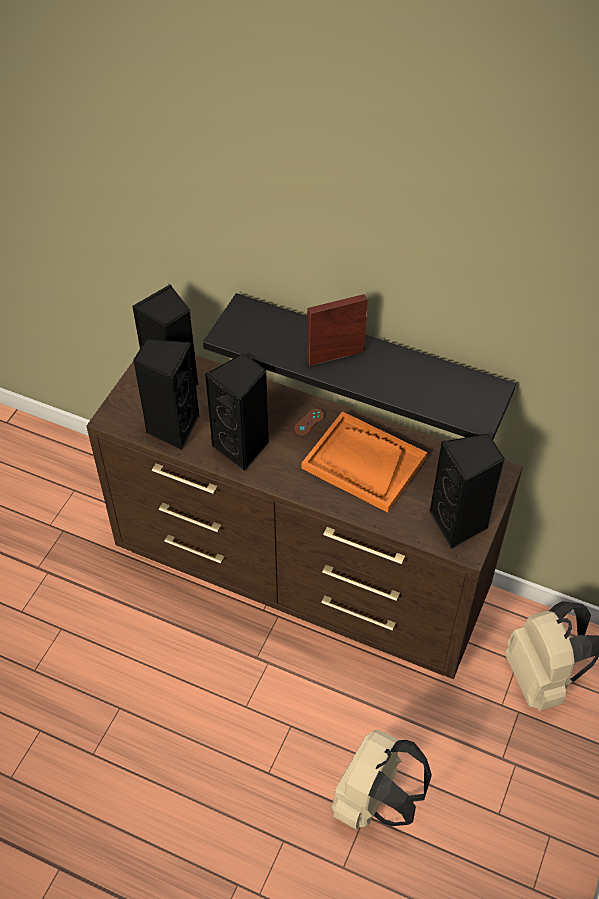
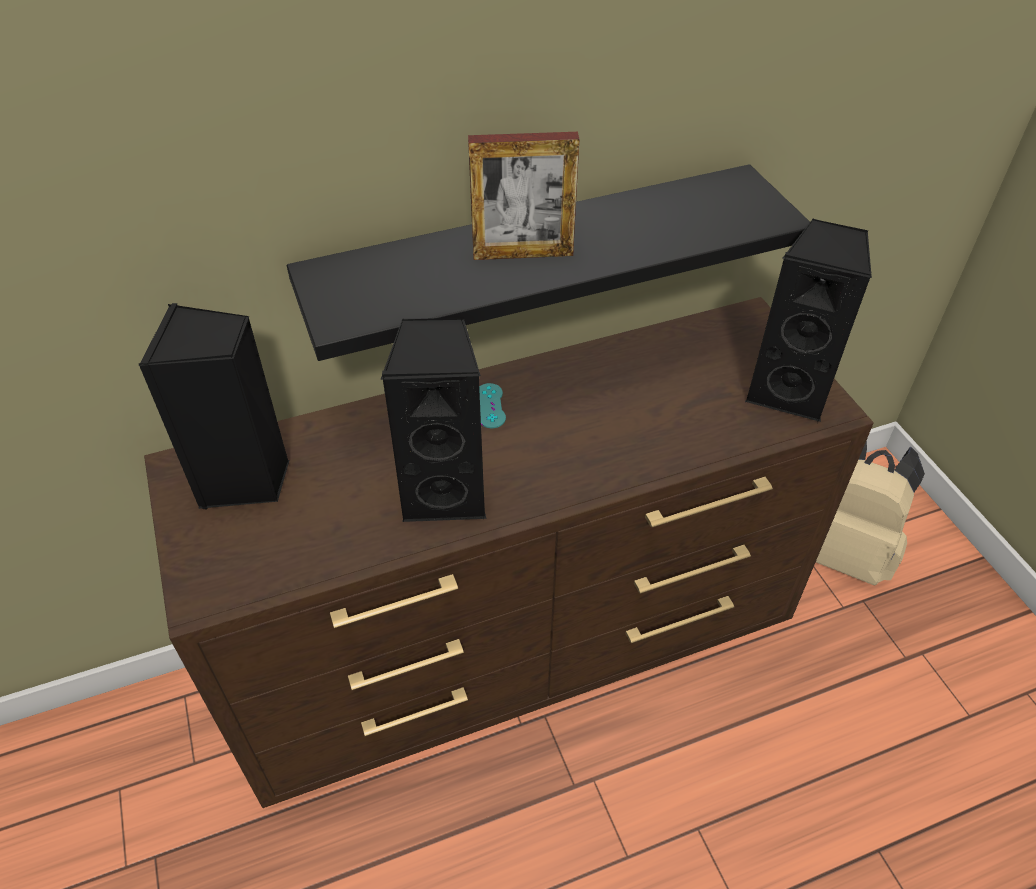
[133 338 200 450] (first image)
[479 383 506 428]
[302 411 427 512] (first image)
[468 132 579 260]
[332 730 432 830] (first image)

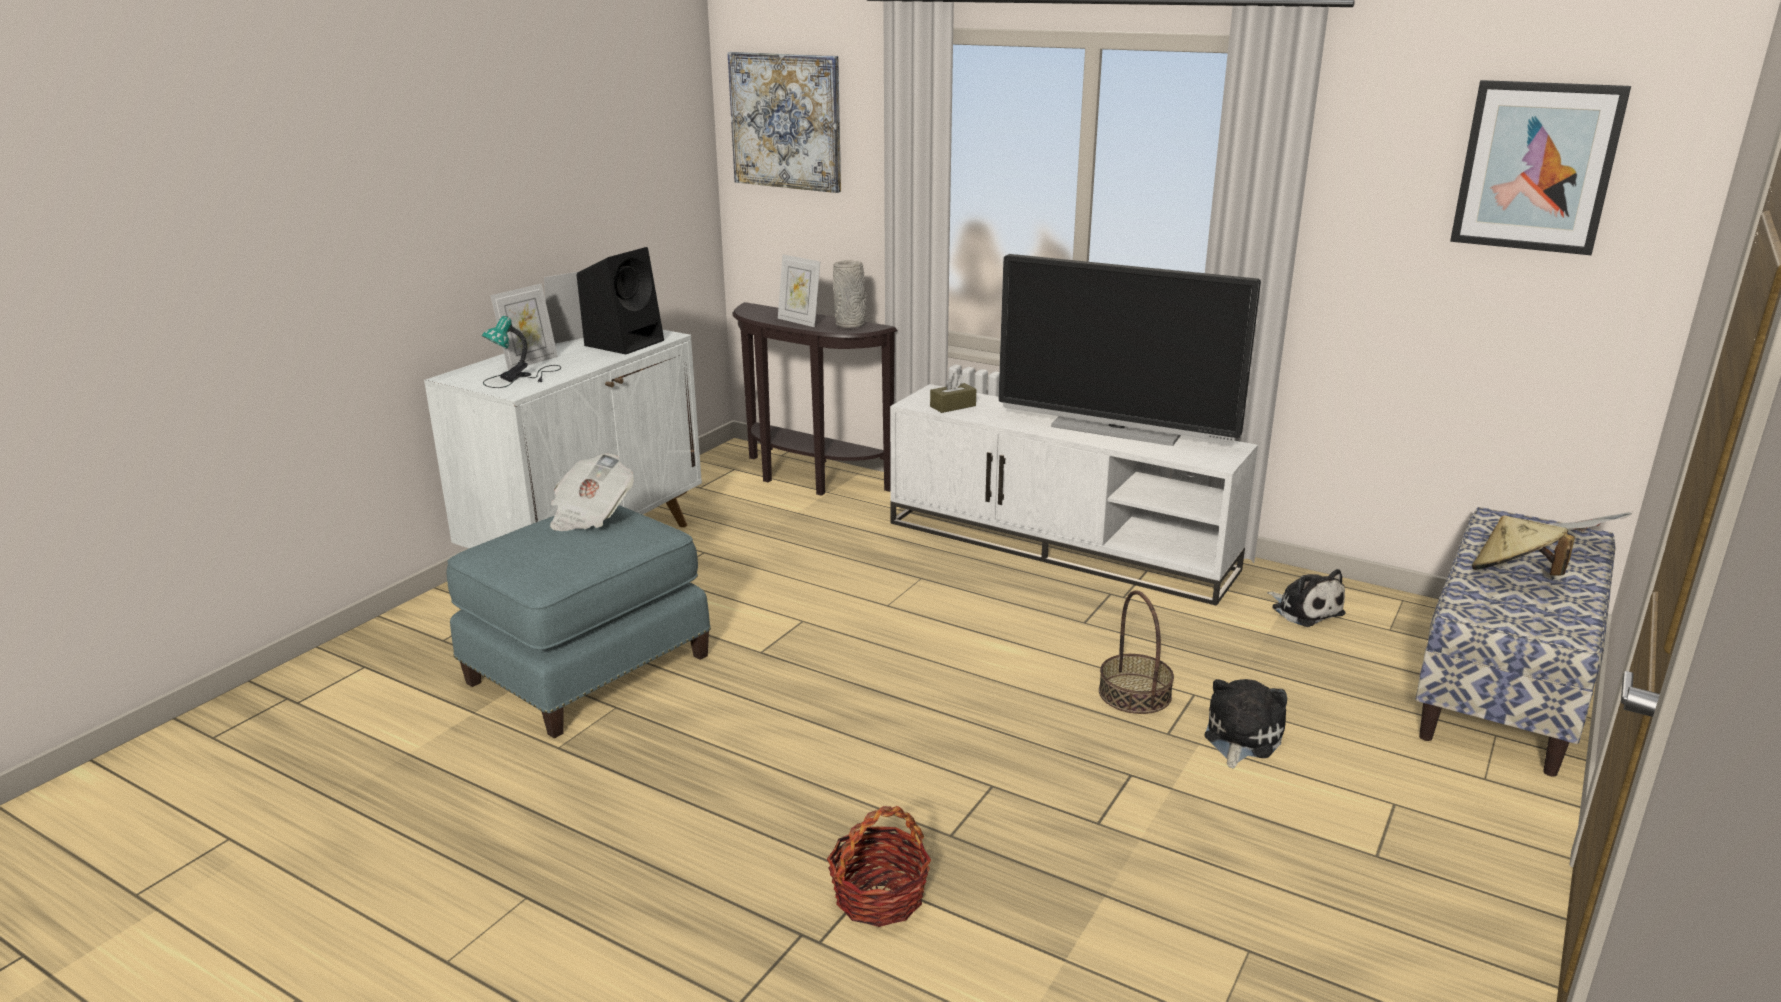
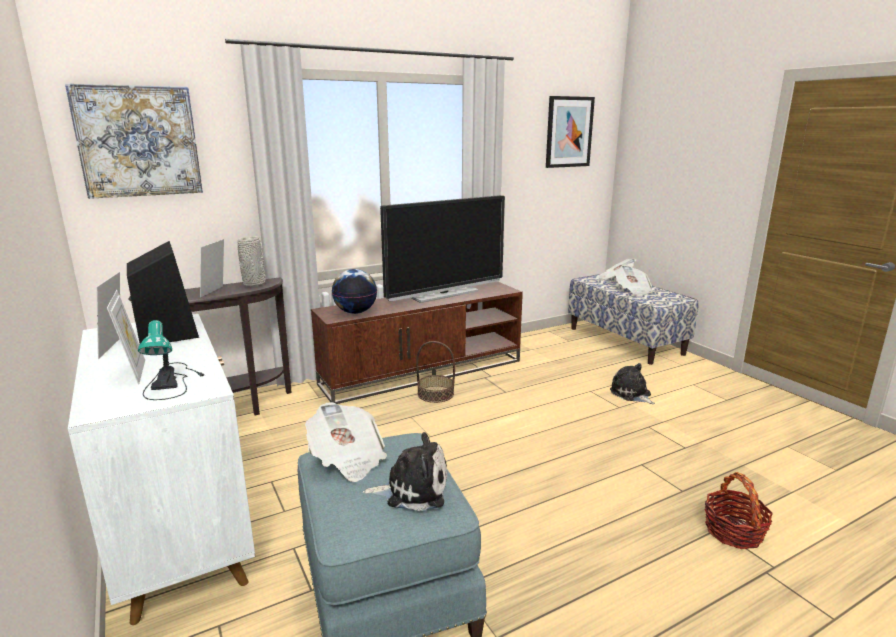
[200 239 224 298]
[311 281 523 404]
[332 269 377 314]
[416 341 455 403]
[363 432 447 511]
[615 265 653 297]

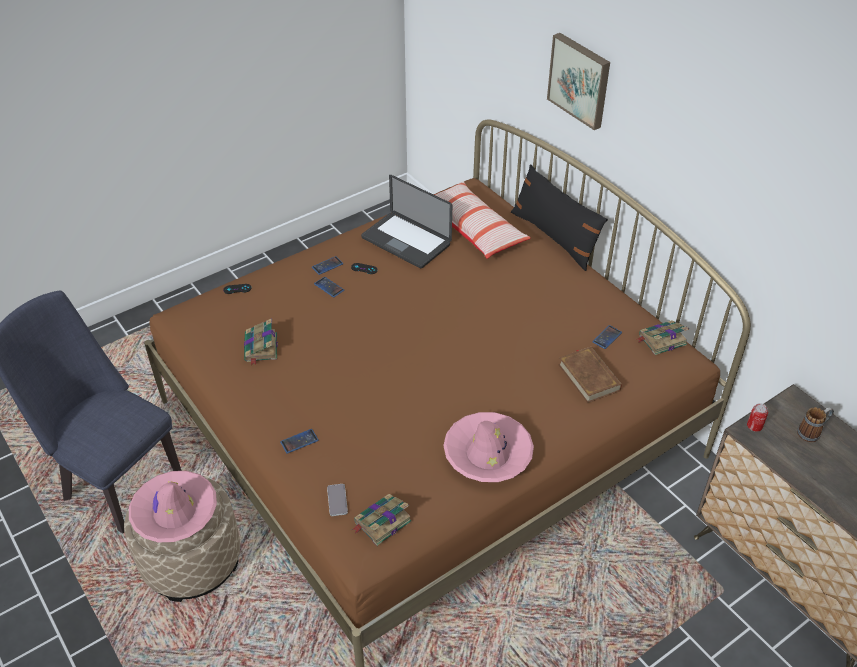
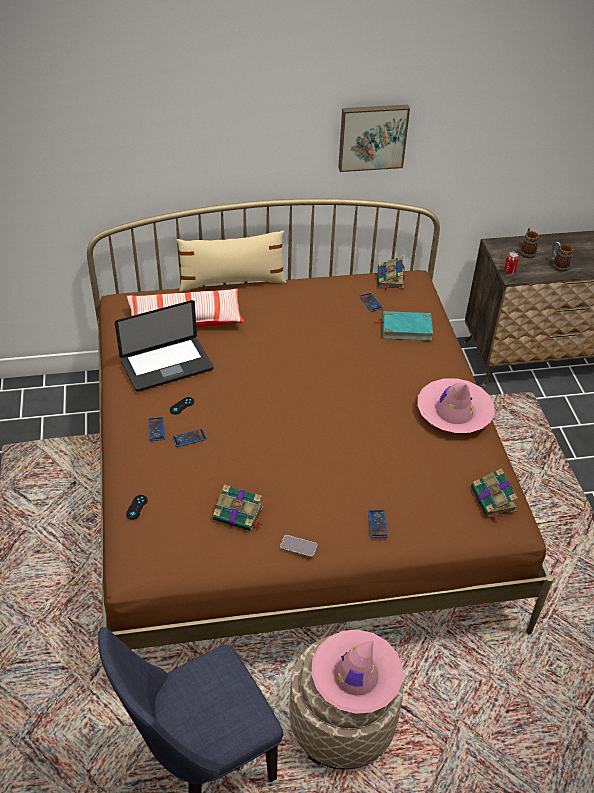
[280 535 317 557]
[176 230 287 292]
[338 105 410 172]
[375 311 433 341]
[552 241 573 272]

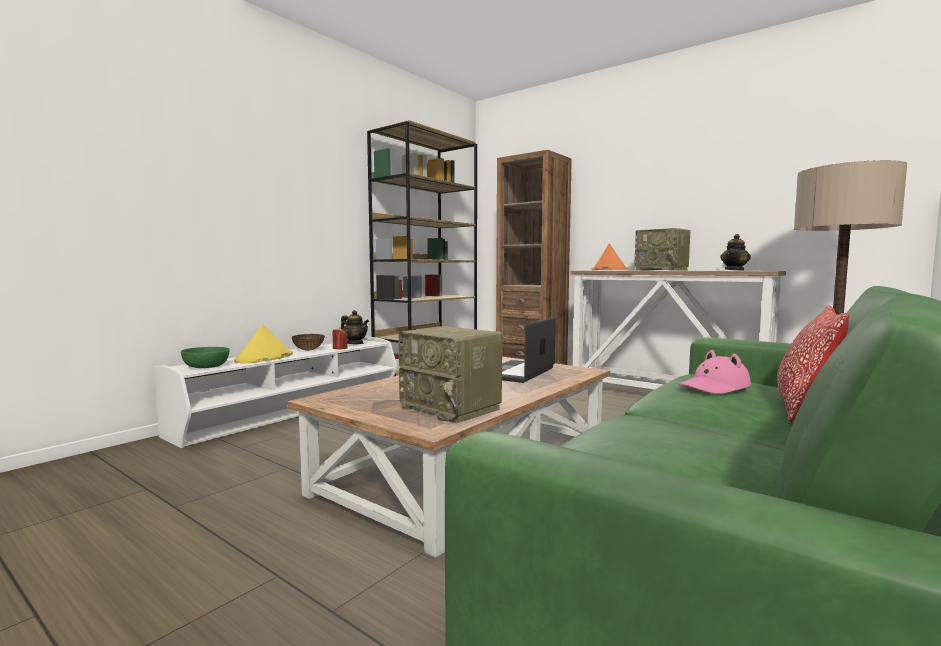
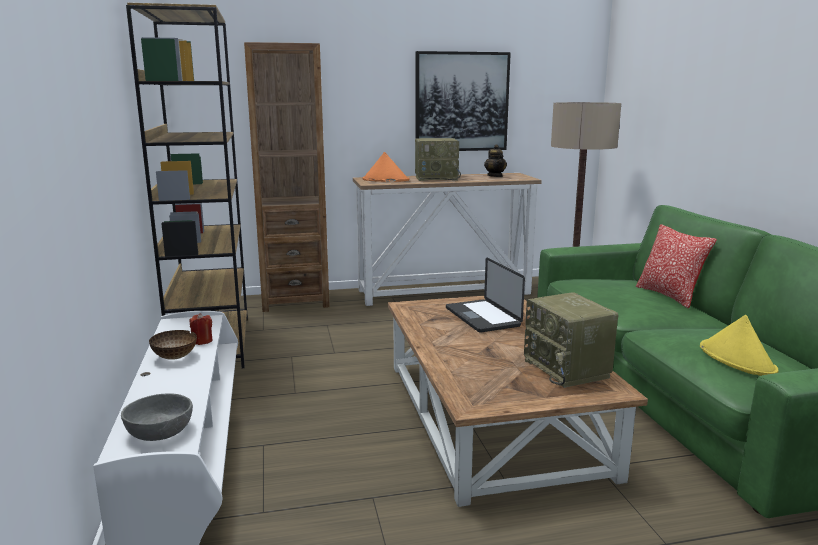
[121 393 193 441]
[700 315 778 376]
[341 310 369 344] (first image)
[524 292 618 388]
[679 350 751 394] (first image)
[415 51 511 151]

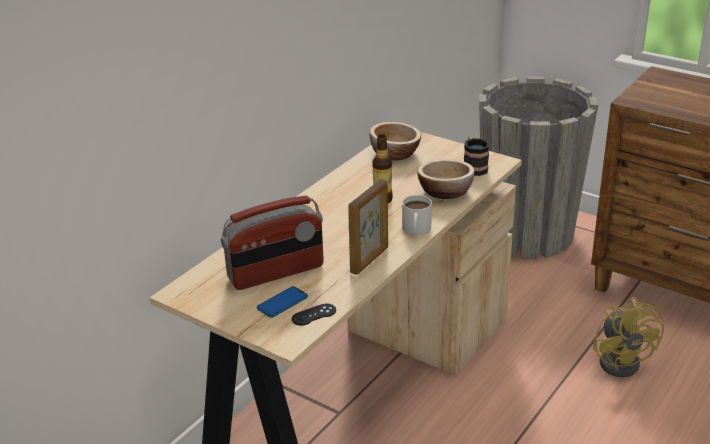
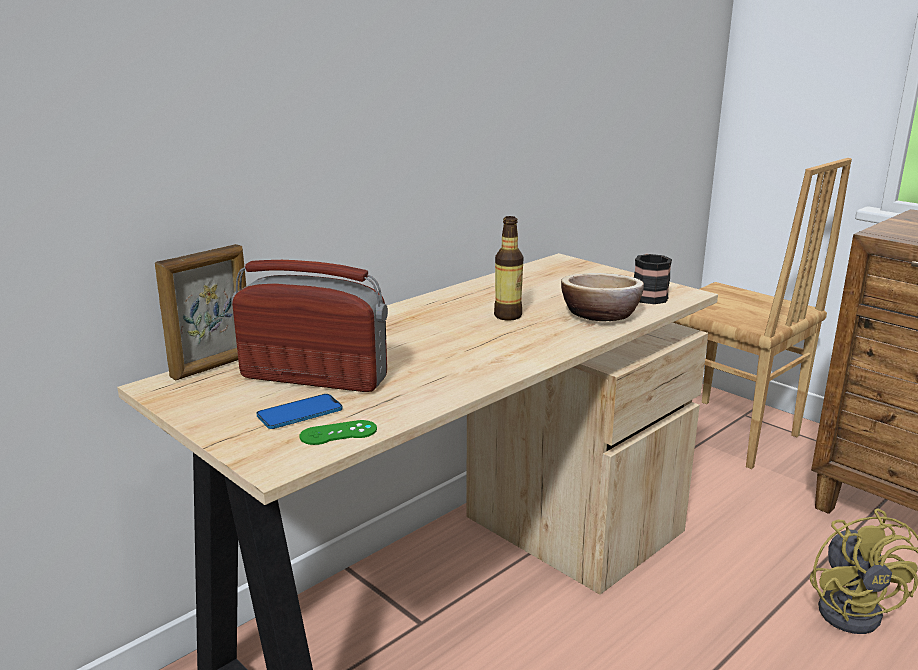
[232 260 388 392]
[299 420 377 445]
[155 244 246 381]
[370 122 421 160] (first image)
[402 195 432 235] (first image)
[673 158 852 469]

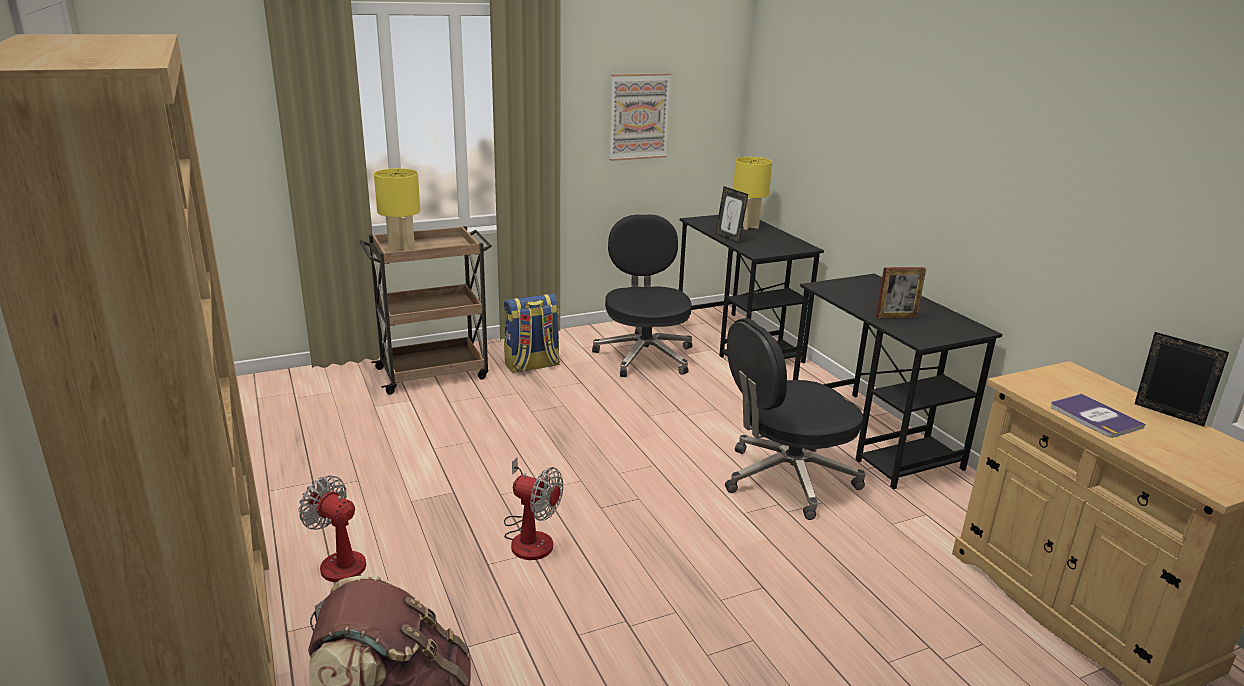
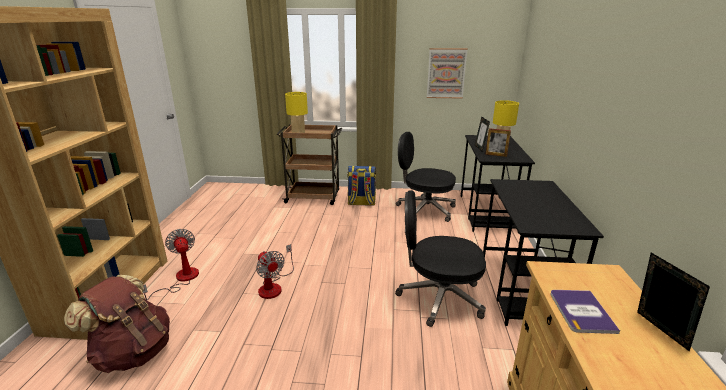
[396 132 456 222]
[486 128 511 157]

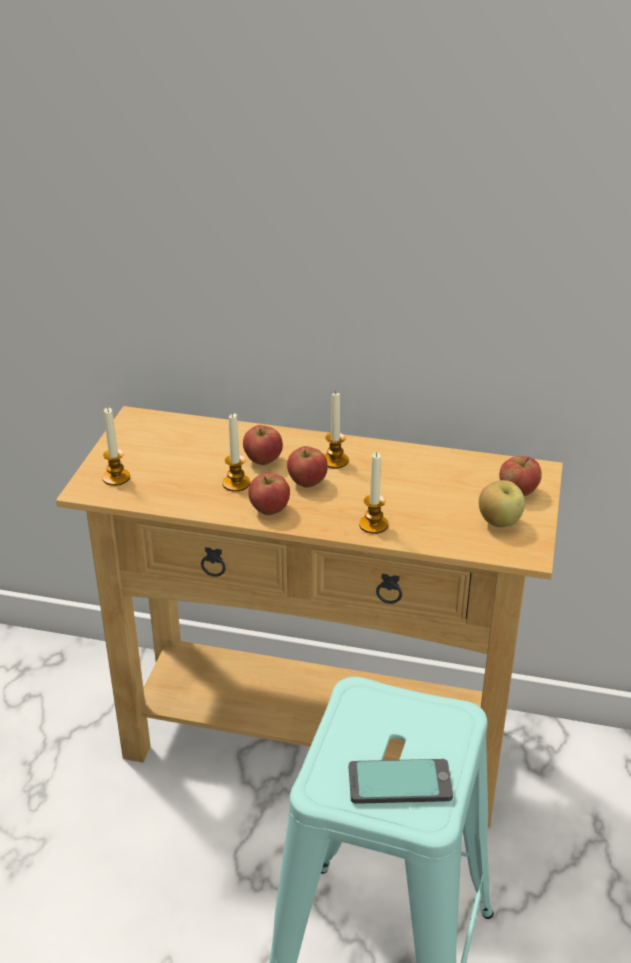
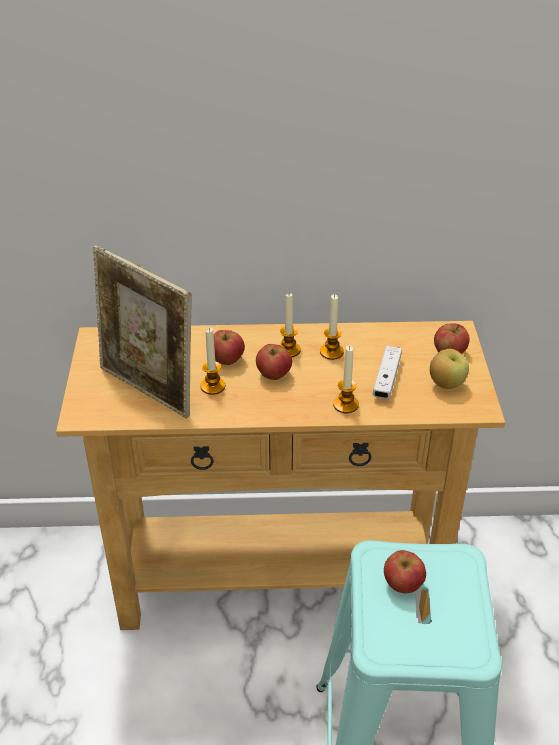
[320 294 344 360]
[384 550 426 593]
[349 759 453 804] (first image)
[93 245 192 418]
[373 346 402 399]

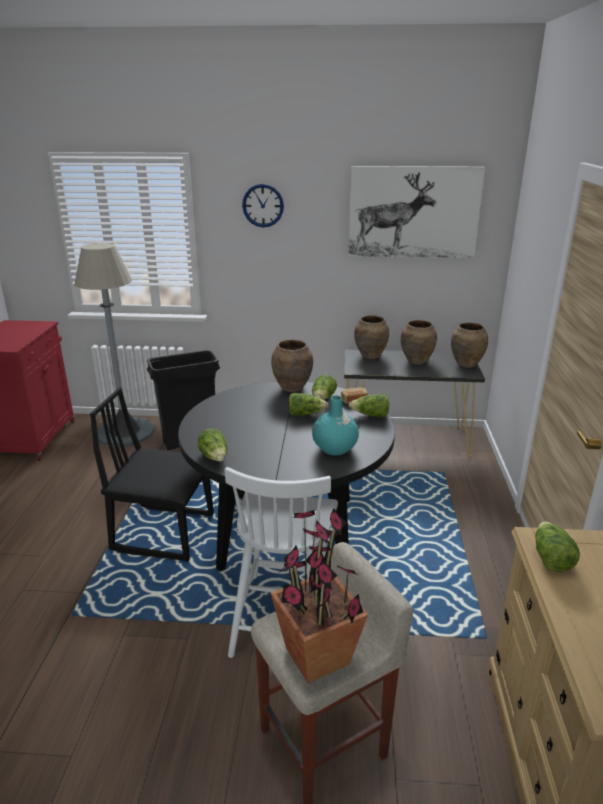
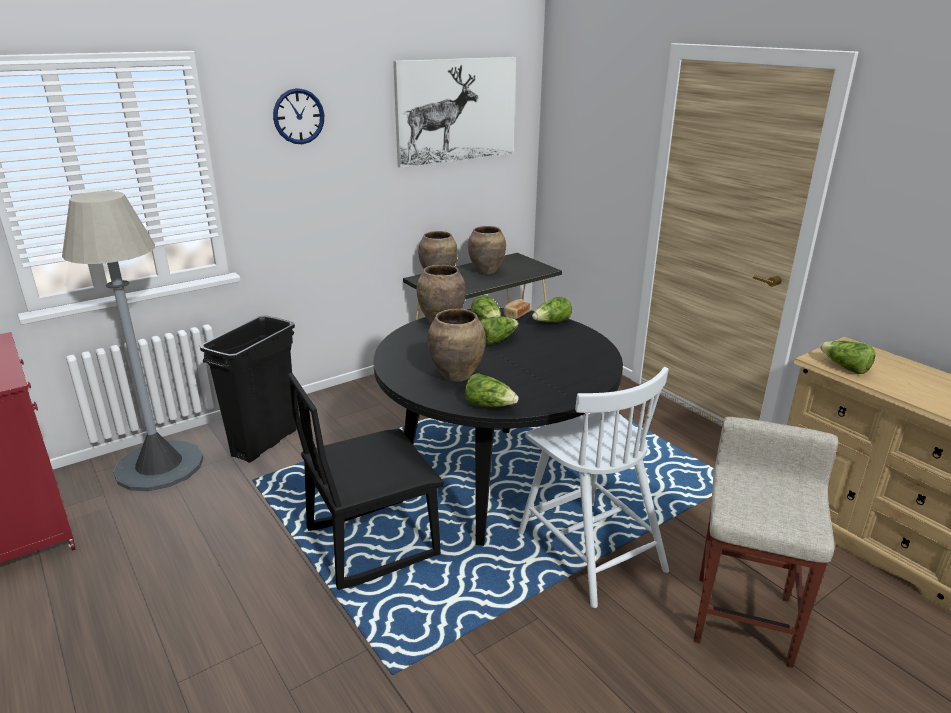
[271 509 368 683] (first image)
[312 396 359 456] (first image)
[427 309 486 382]

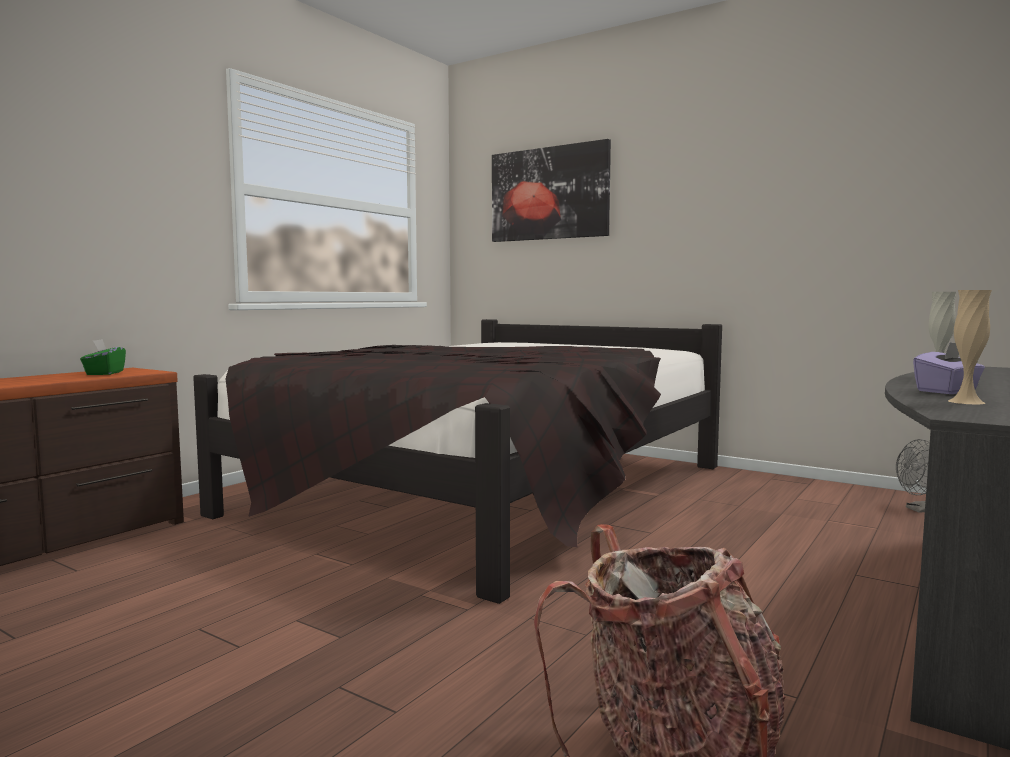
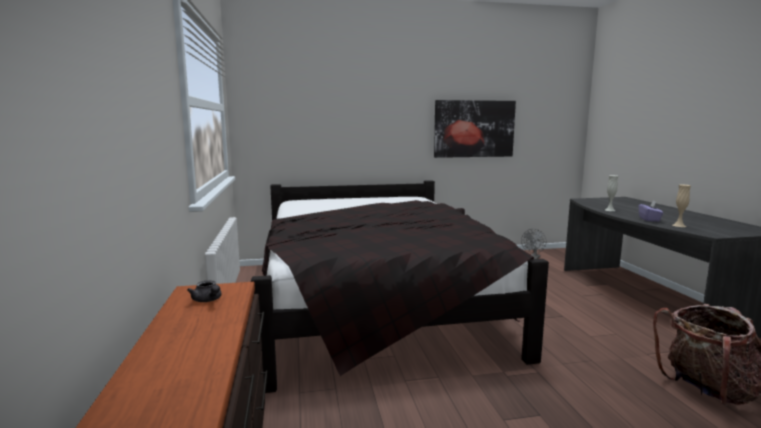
[187 280 221 302]
[434 100 516 158]

